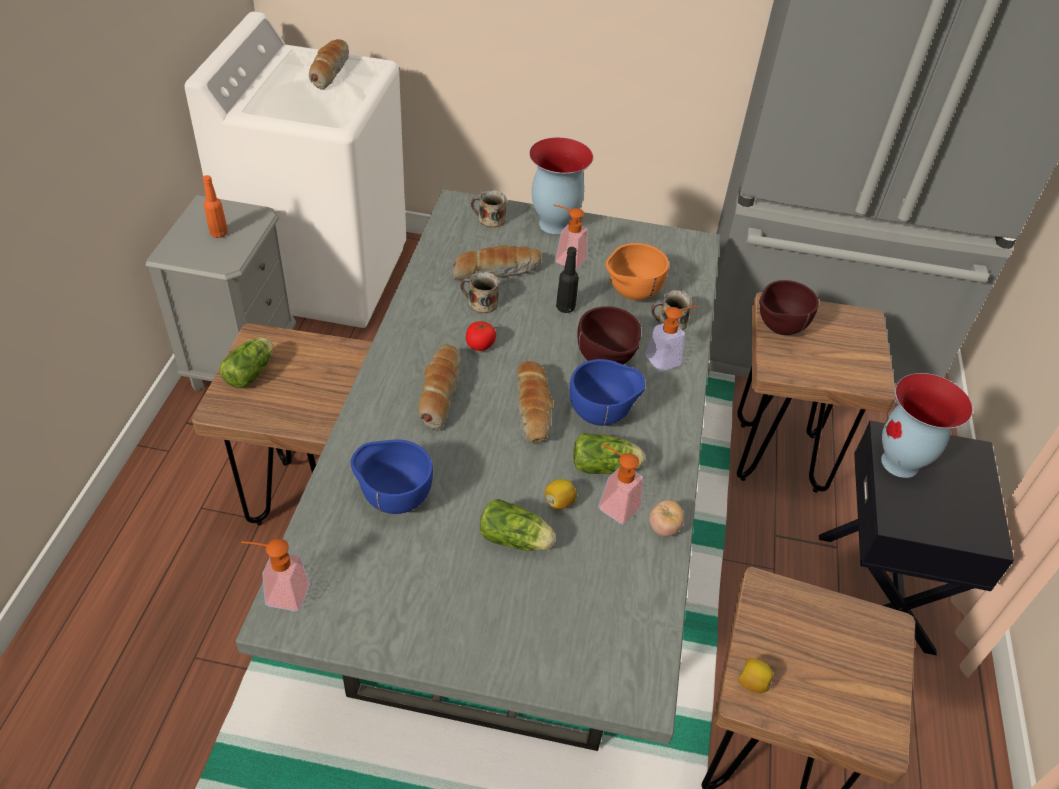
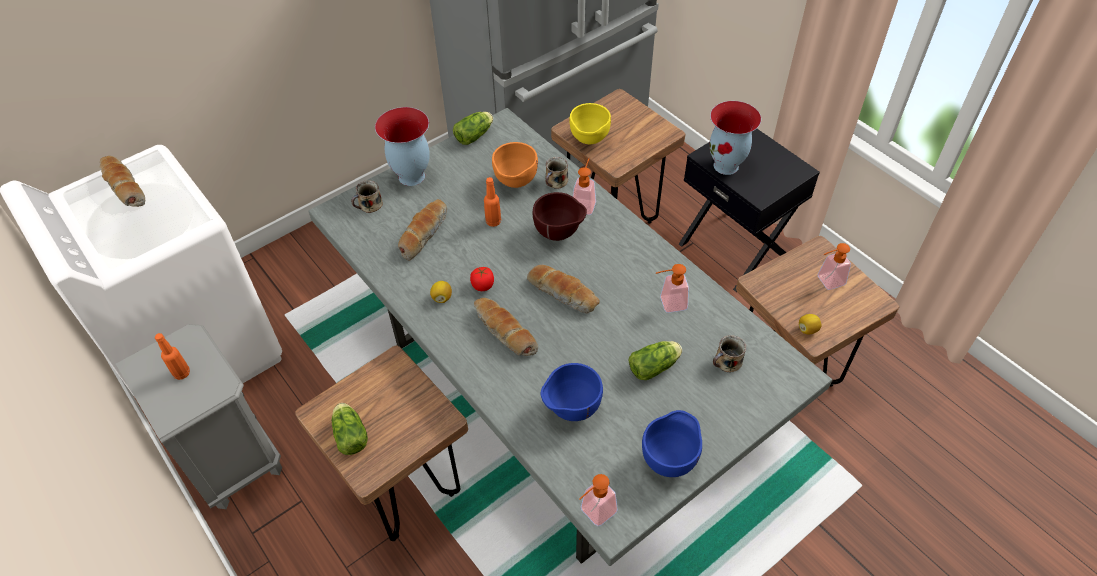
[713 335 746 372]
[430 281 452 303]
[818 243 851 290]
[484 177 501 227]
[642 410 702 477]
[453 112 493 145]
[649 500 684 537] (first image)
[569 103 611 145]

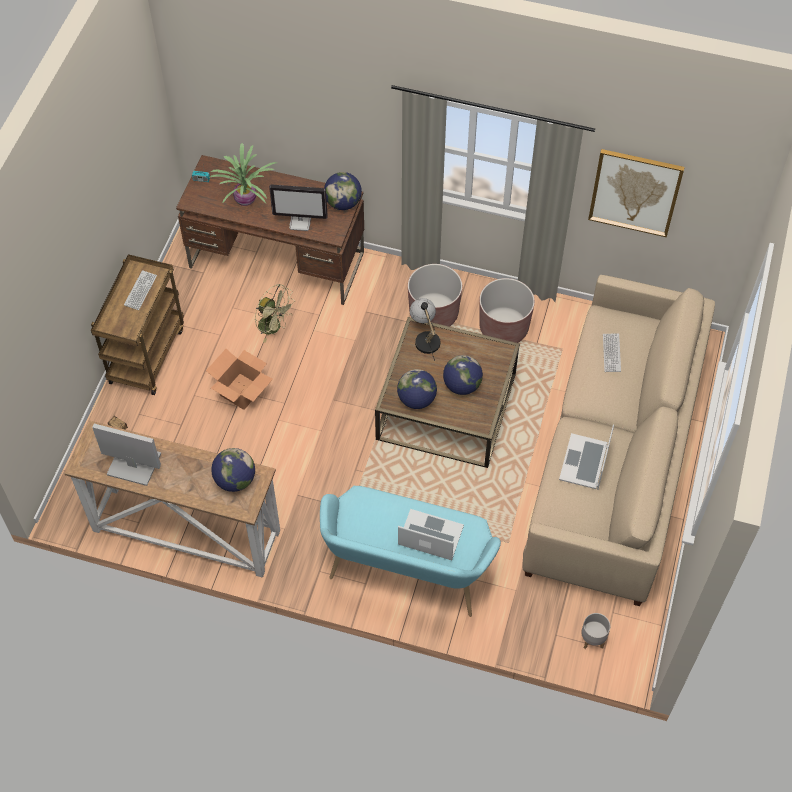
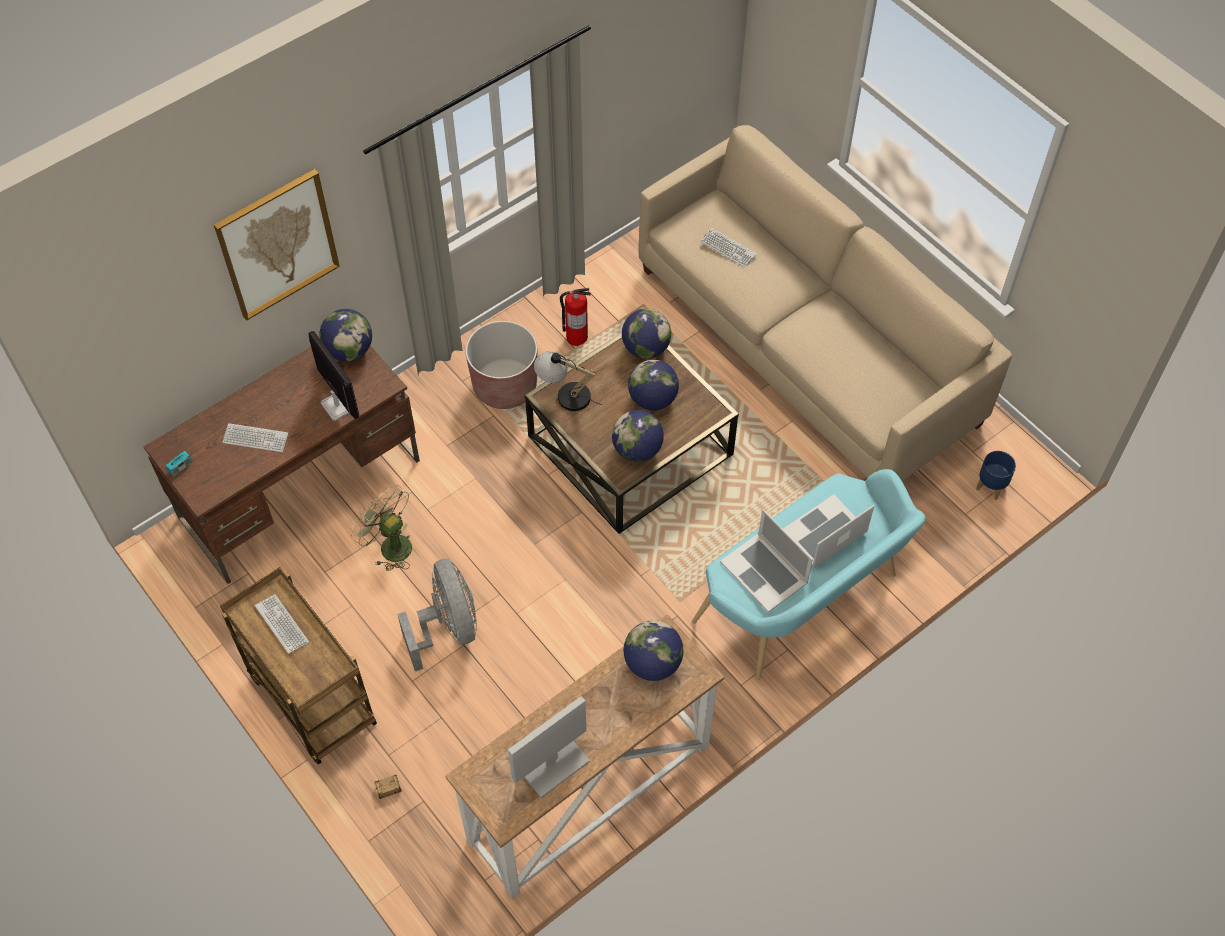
[397 559 477 671]
[222 423 289 452]
[351 485 412 571]
[308 331 360 421]
[560 288 591 346]
[720 509 813 613]
[976 451 1016 500]
[214 169 340 321]
[622 309 671 359]

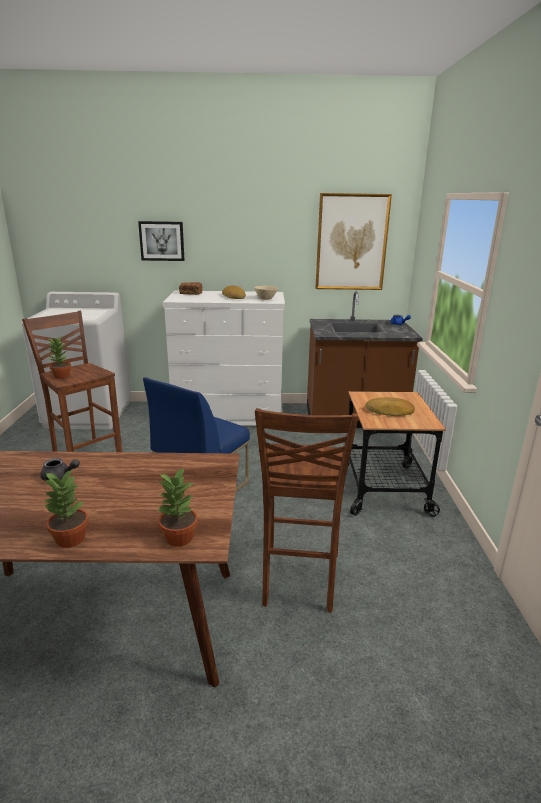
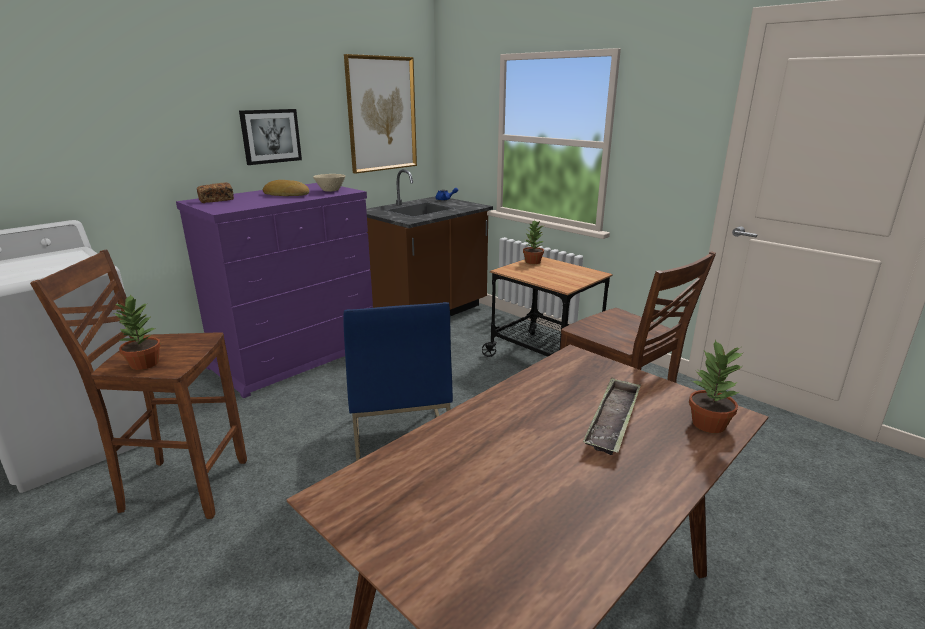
[40 458 80 481] (first image)
[523 220 544 264]
[239 109 302 165]
[176 183 373 398]
[365 397 415 416] (first image)
[583 377 641 455]

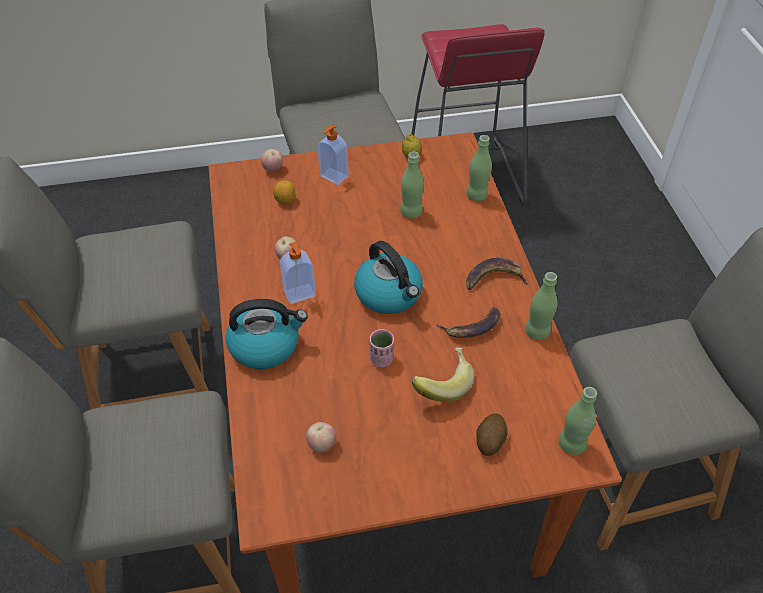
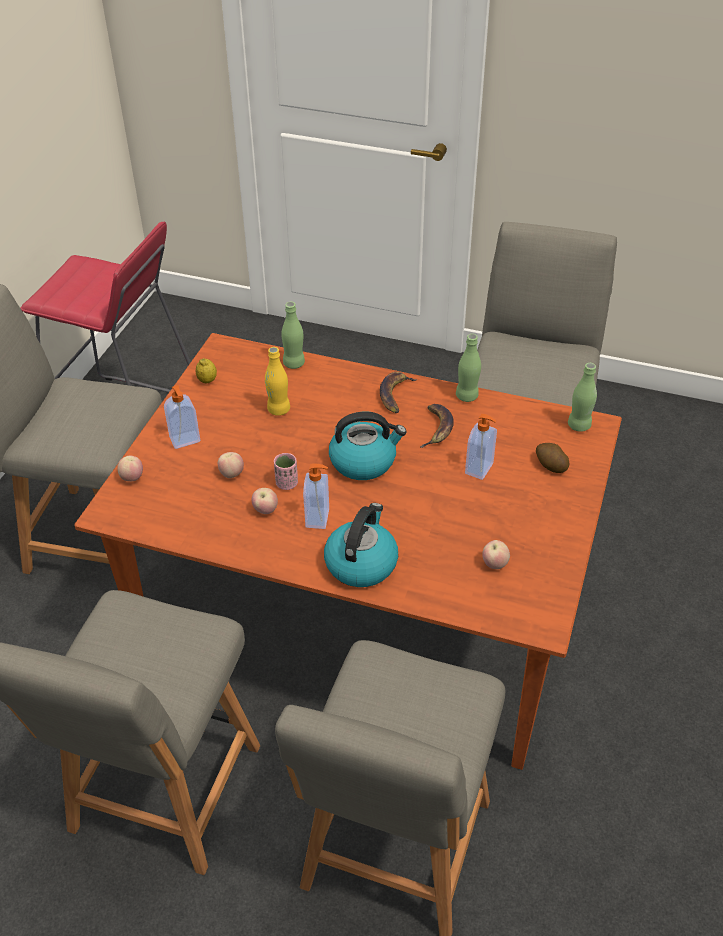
[273 180 295 204] (first image)
[274 453 298 490]
[265 347 290 416]
[465 414 497 480]
[218 452 244 478]

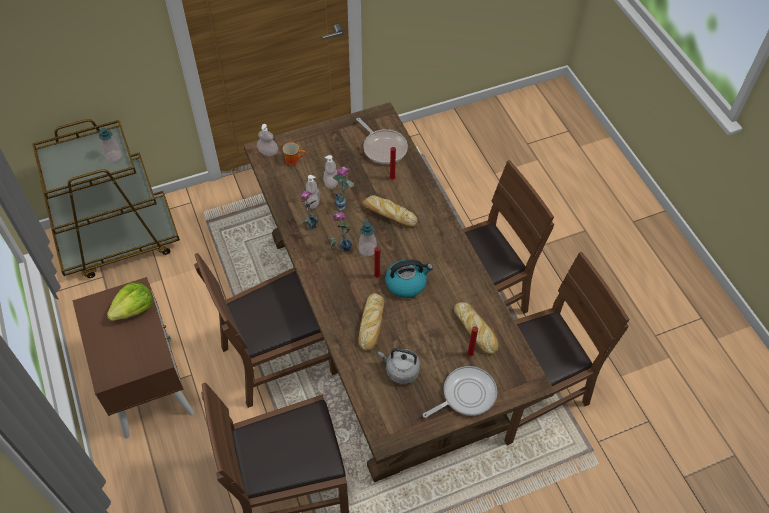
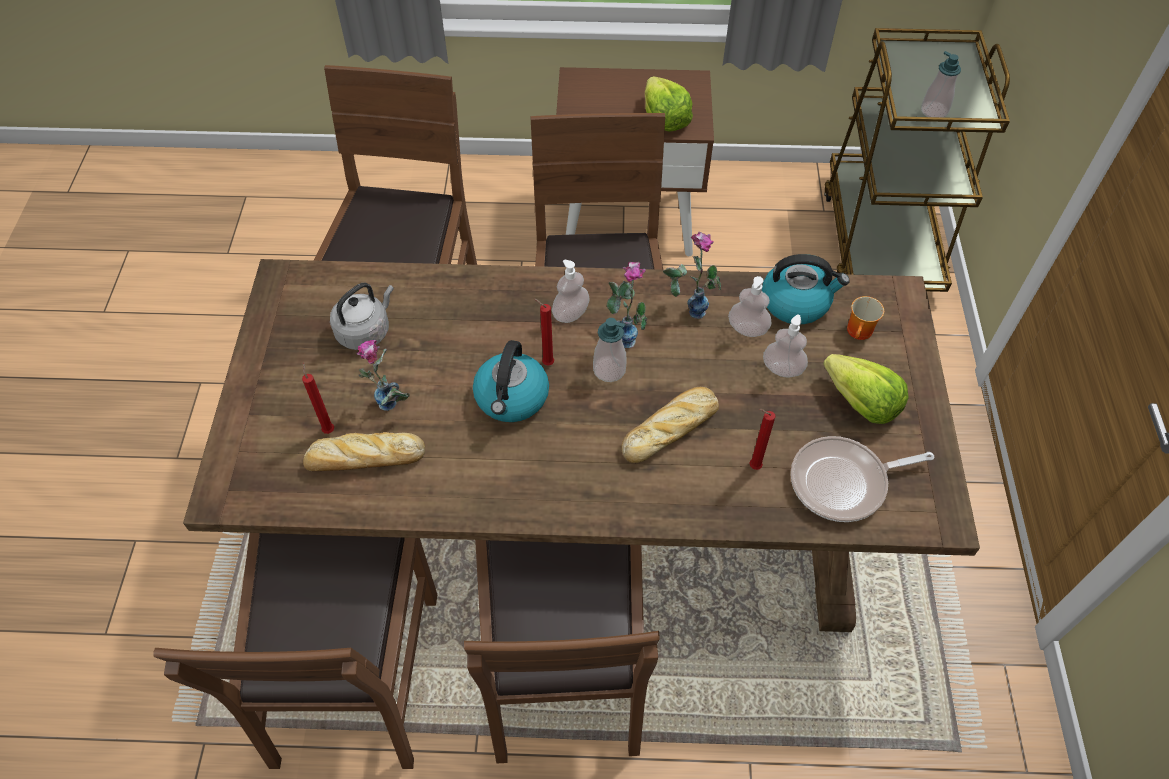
[552 260 590 323]
[356 340 410 411]
[358 293 385 351] (first image)
[423 366 497 418] (first image)
[762 254 850 324]
[823 354 909 424]

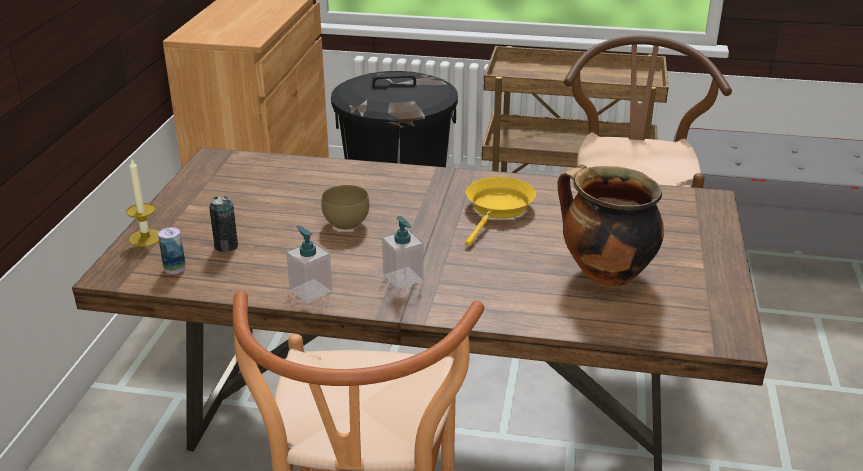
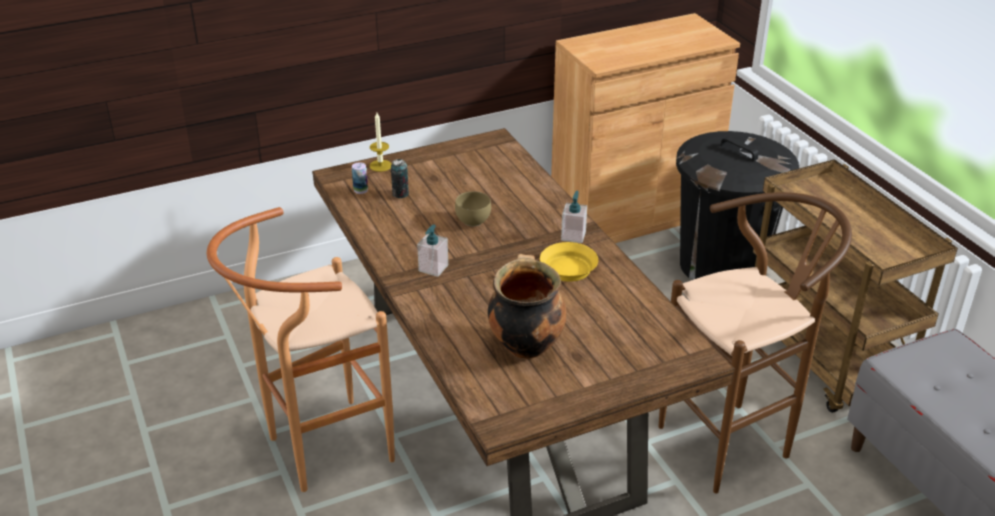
[561 191 587 243]

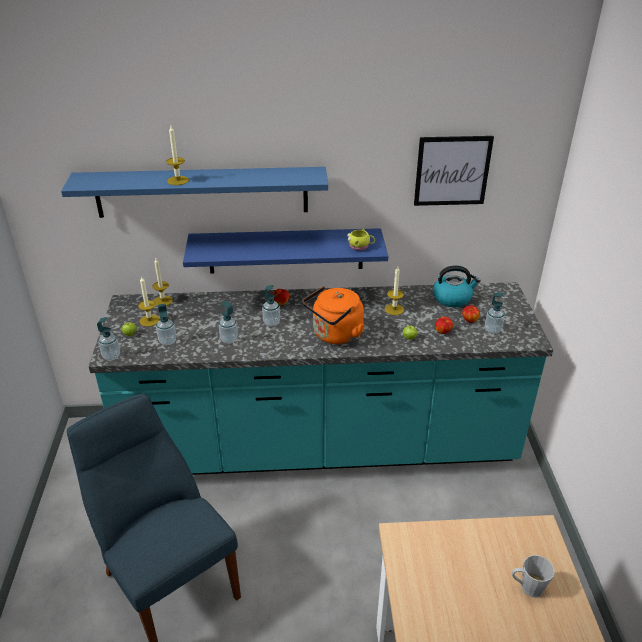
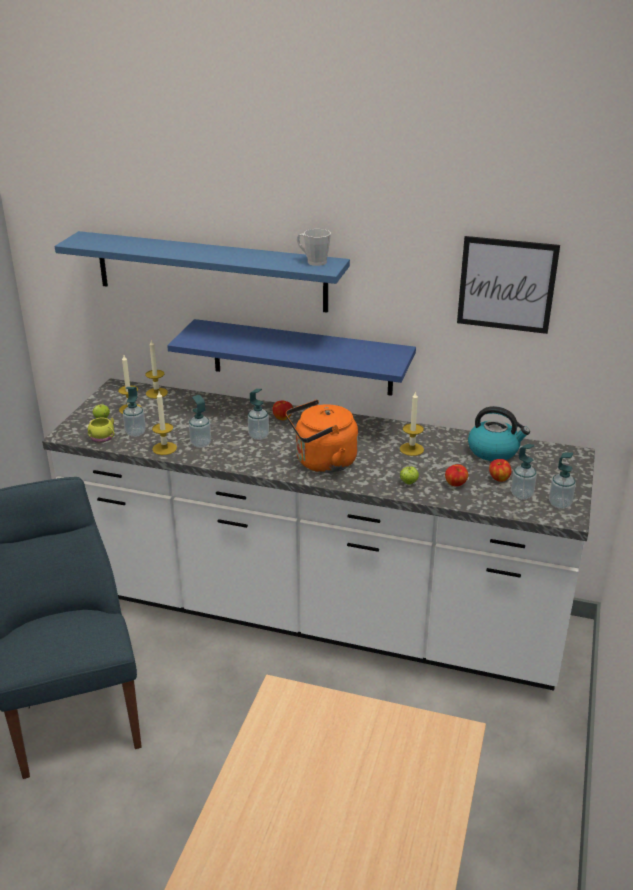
[42 378 595 691]
[549 452 576 509]
[152 392 177 455]
[86 417 114 443]
[297 229 331 266]

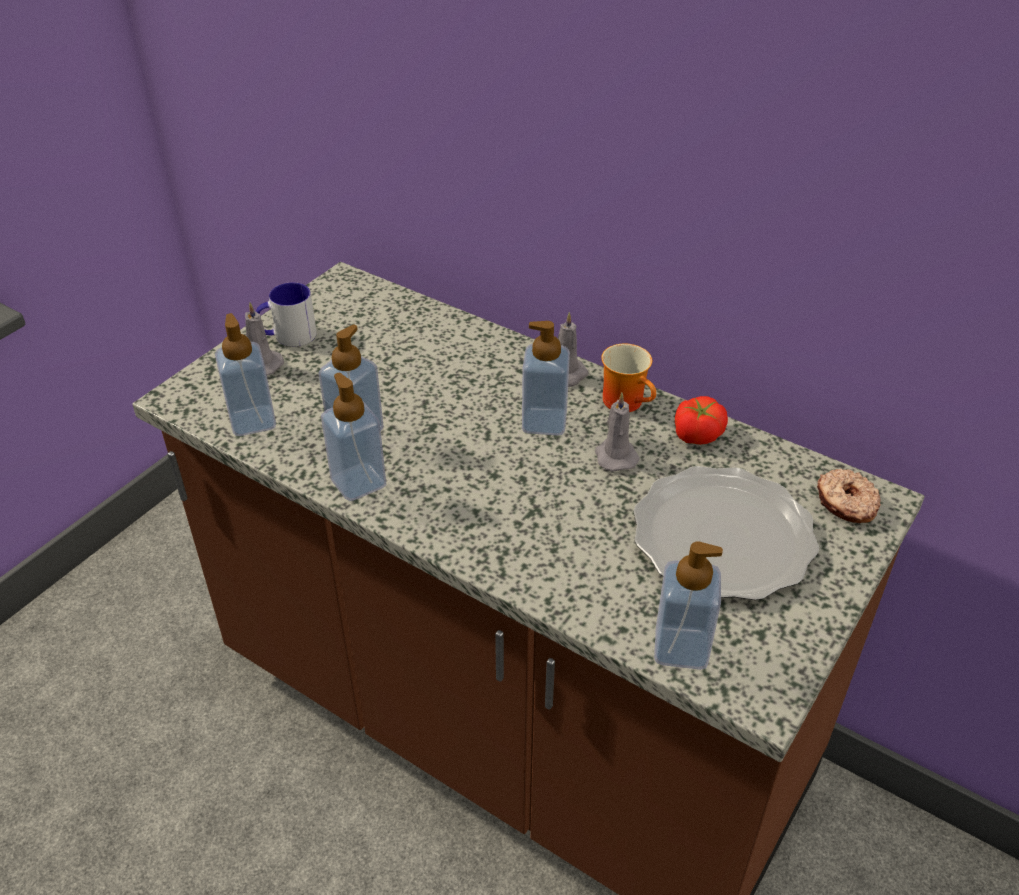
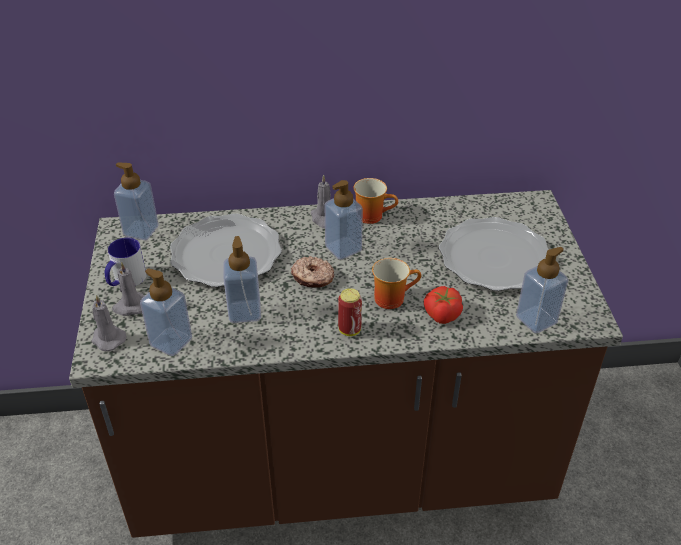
[114 162 159 240]
[91 295 126 351]
[424 286 463 324]
[291 256 334 288]
[170 213 282 287]
[338 288 362 336]
[372 258 421 309]

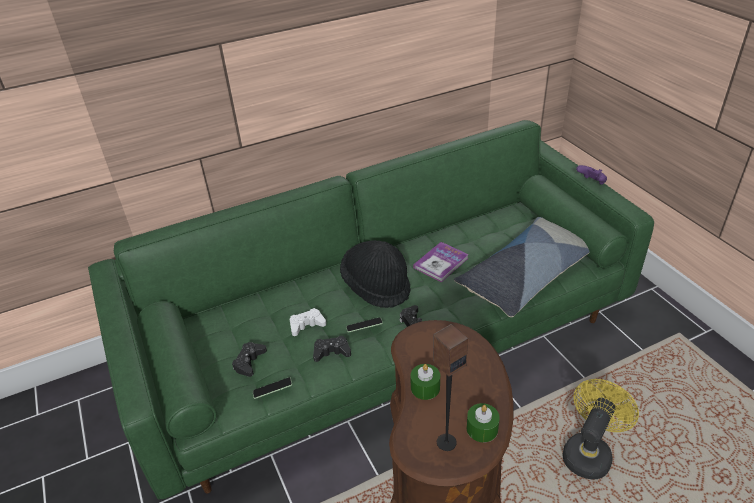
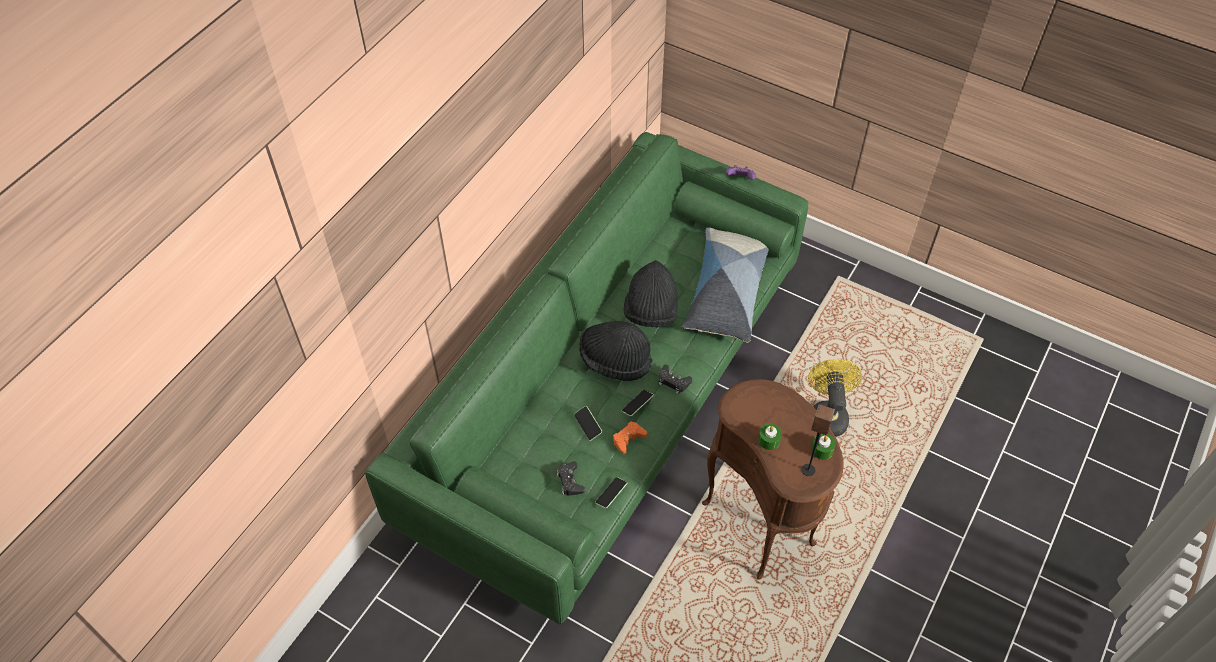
[574 406 602 441]
[613 421 647 454]
[624 260 678 327]

